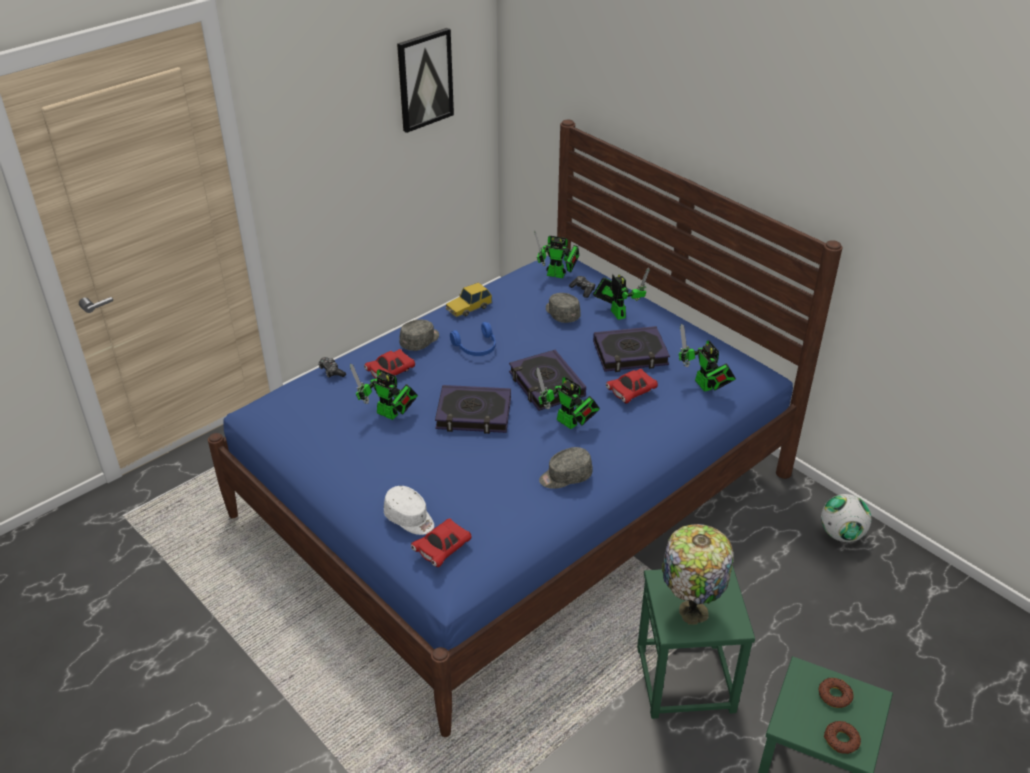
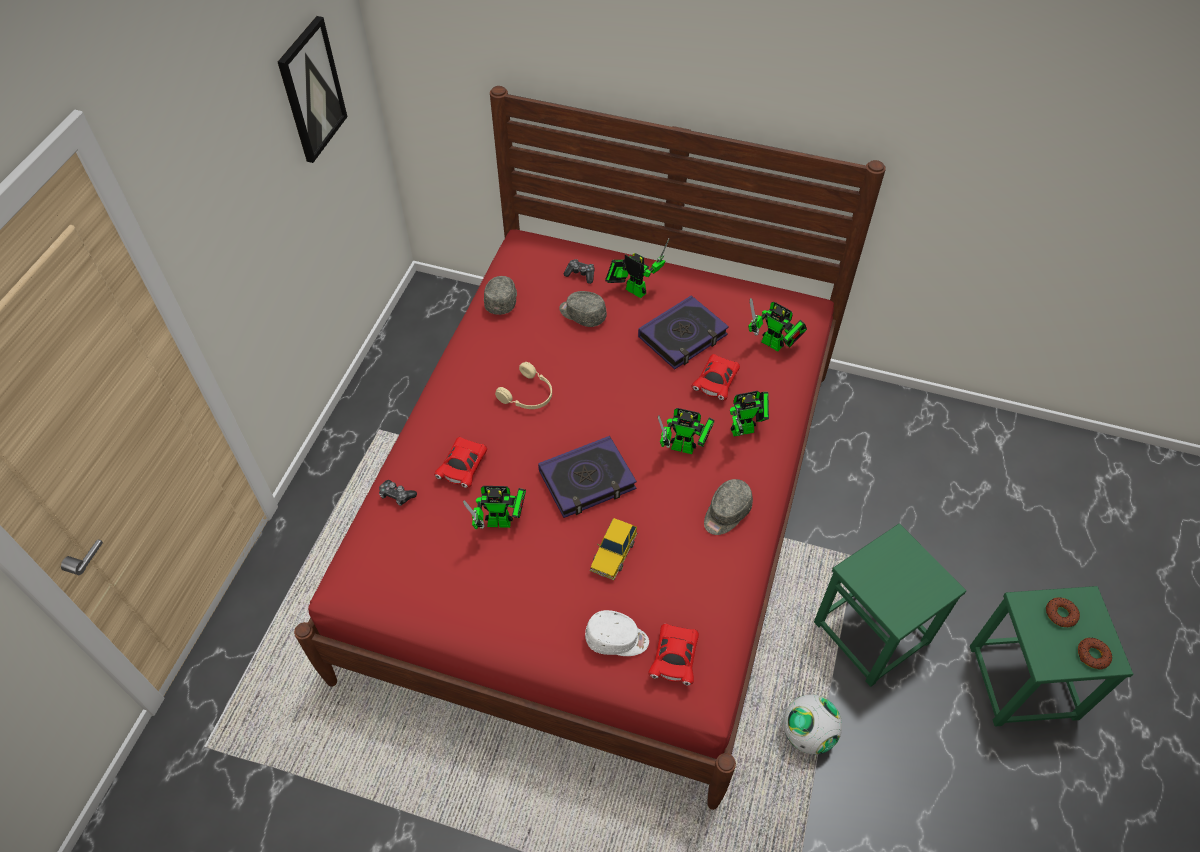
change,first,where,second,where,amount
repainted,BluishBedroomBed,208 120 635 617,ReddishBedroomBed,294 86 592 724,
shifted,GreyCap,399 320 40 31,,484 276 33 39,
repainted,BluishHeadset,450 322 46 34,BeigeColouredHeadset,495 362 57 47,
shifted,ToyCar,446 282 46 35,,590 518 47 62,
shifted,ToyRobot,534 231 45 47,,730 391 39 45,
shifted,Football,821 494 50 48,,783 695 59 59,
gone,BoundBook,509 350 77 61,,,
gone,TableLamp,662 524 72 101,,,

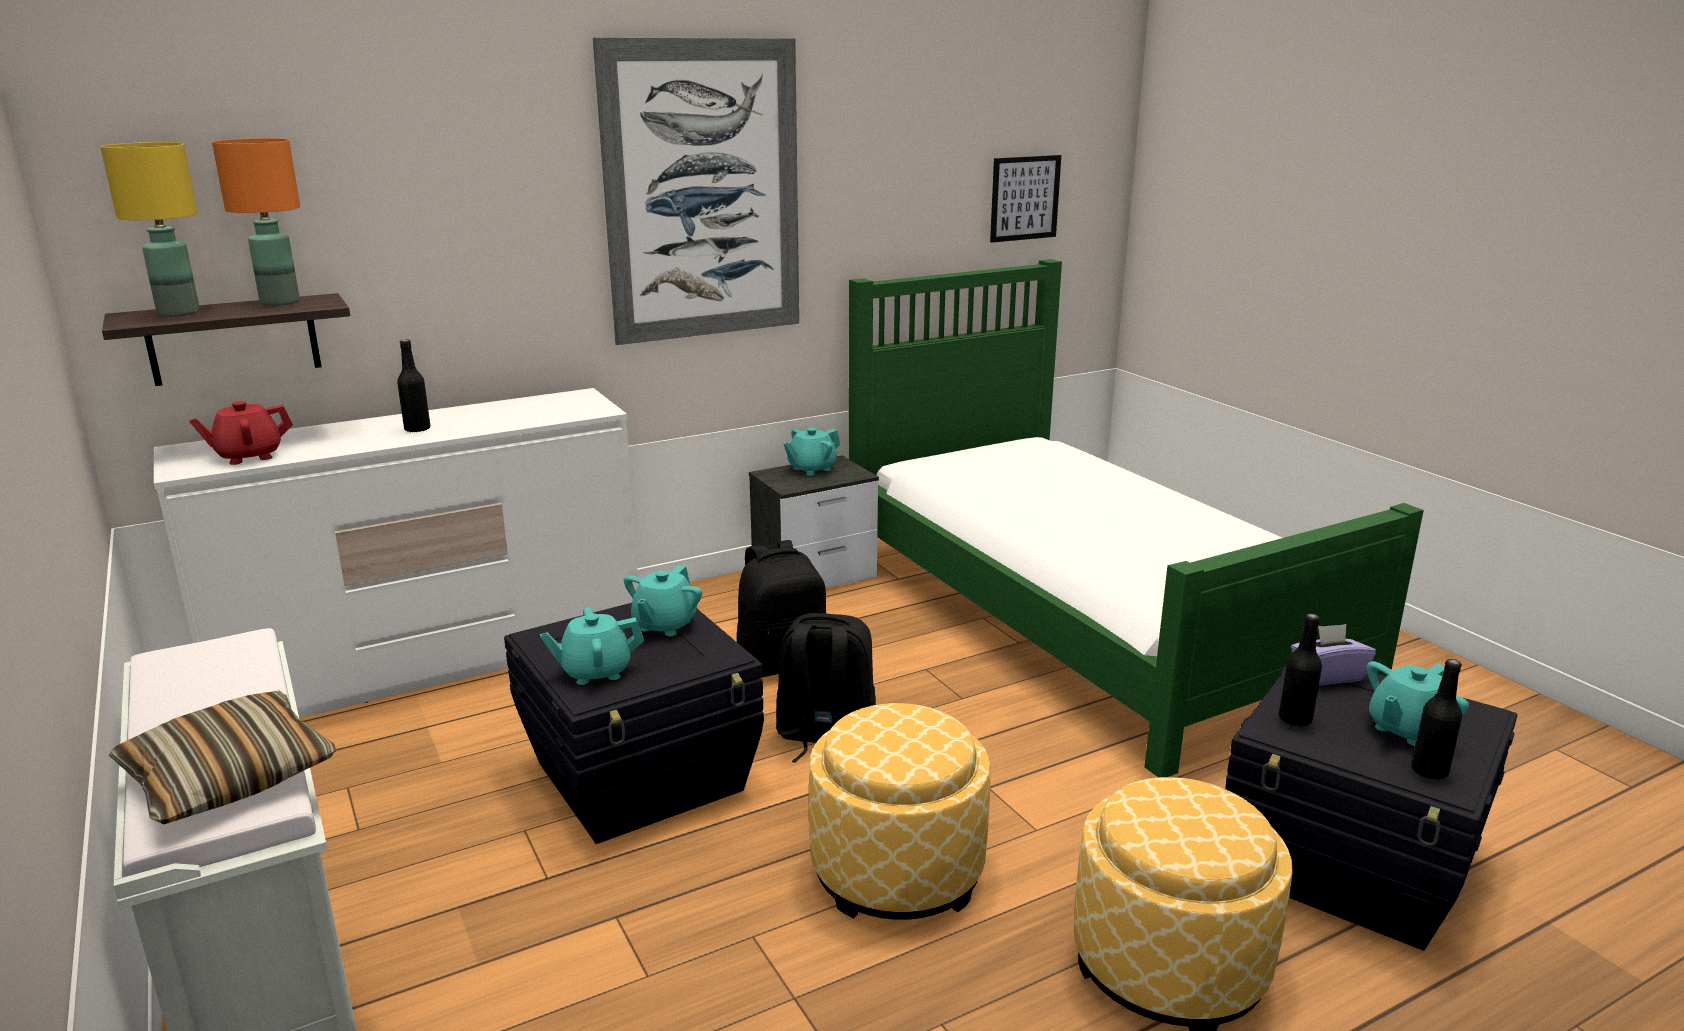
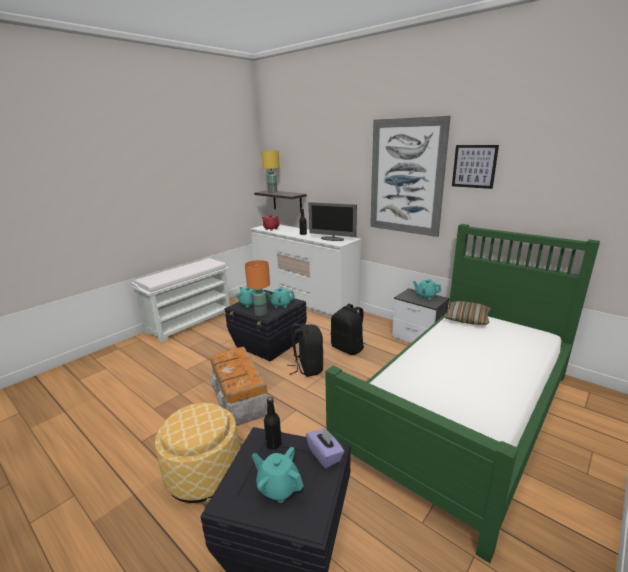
change,first,where,second,where,amount
swapped,Ottoman,809 703 182 217,StorageBin,210 347 58 79,
shifted,OrangeColouredTableLamp,212 138 88 168,,245 260 25 56,
new,,,ComputerScreen,309 202 48 39,
shifted,Cushion,109 690 227 135,,444 301 47 24,
shifted,WallArt,990 155 71 88,,452 145 47 44,
gone,BlackDrinkBottle,1411 659 51 121,,,

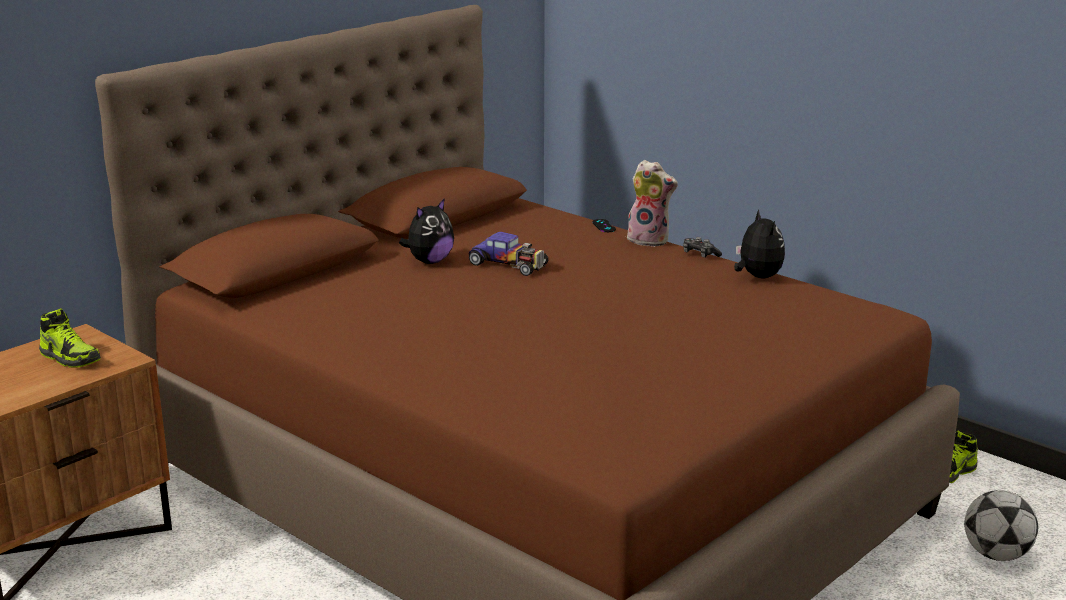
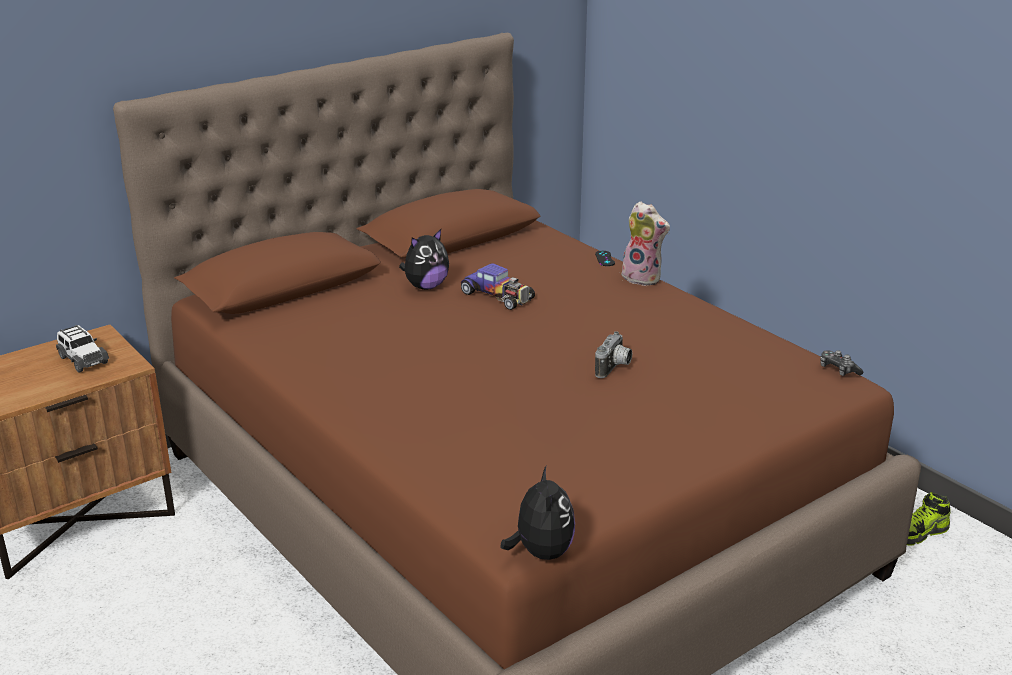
change,first,where,second,where,amount
swapped,Shoe,39 308 62 59,ToyCar,56 325 53 48,
shifted,SoftToy,734 209 51 69,,501 466 74 94,
new,,,StillCamera,595 331 37 47,
shifted,GameController,683 237 39 21,,820 350 43 26,
gone,Football,964 490 74 71,,,

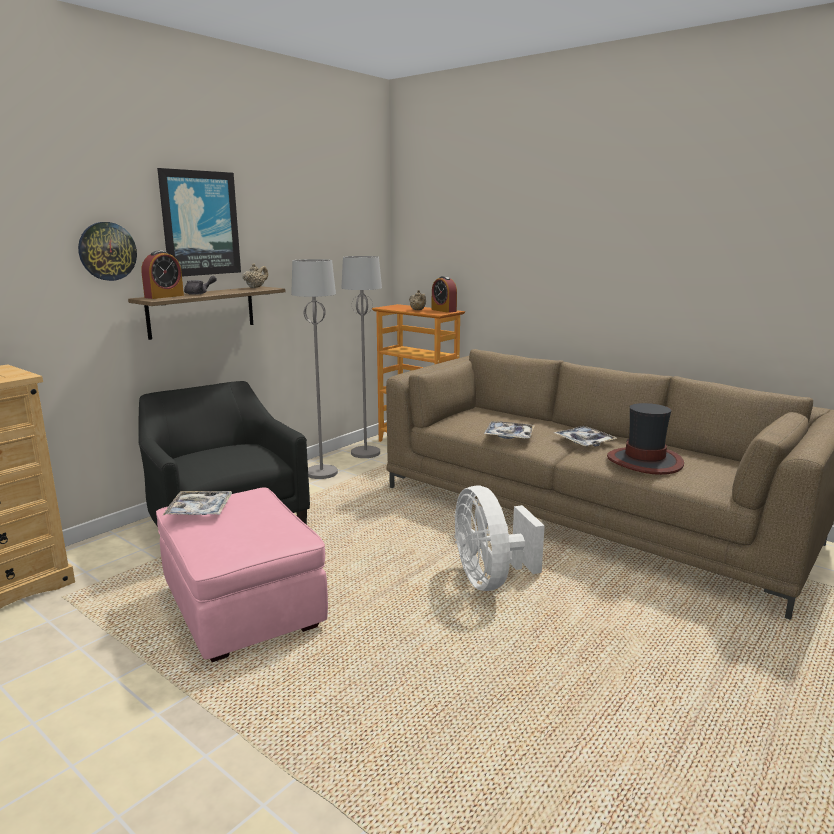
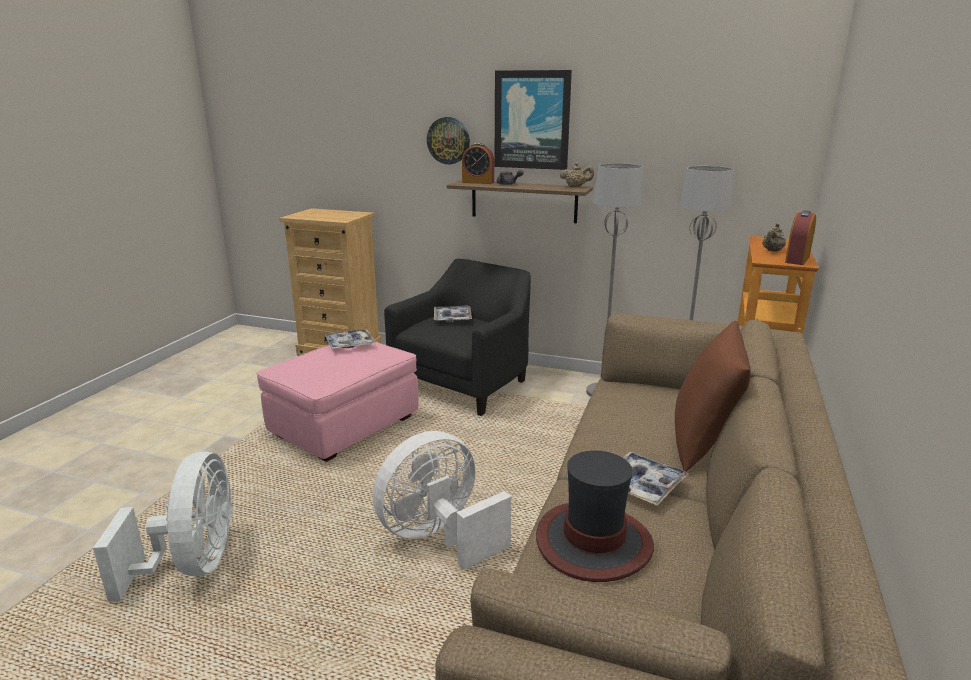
change,first,where,second,where,amount
new,,,WhitishFan,93 451 140 151,
shifted,CarryingTray,484 421 51 18,,434 306 38 17,
new,,,BrownishCushion,675 321 76 151,

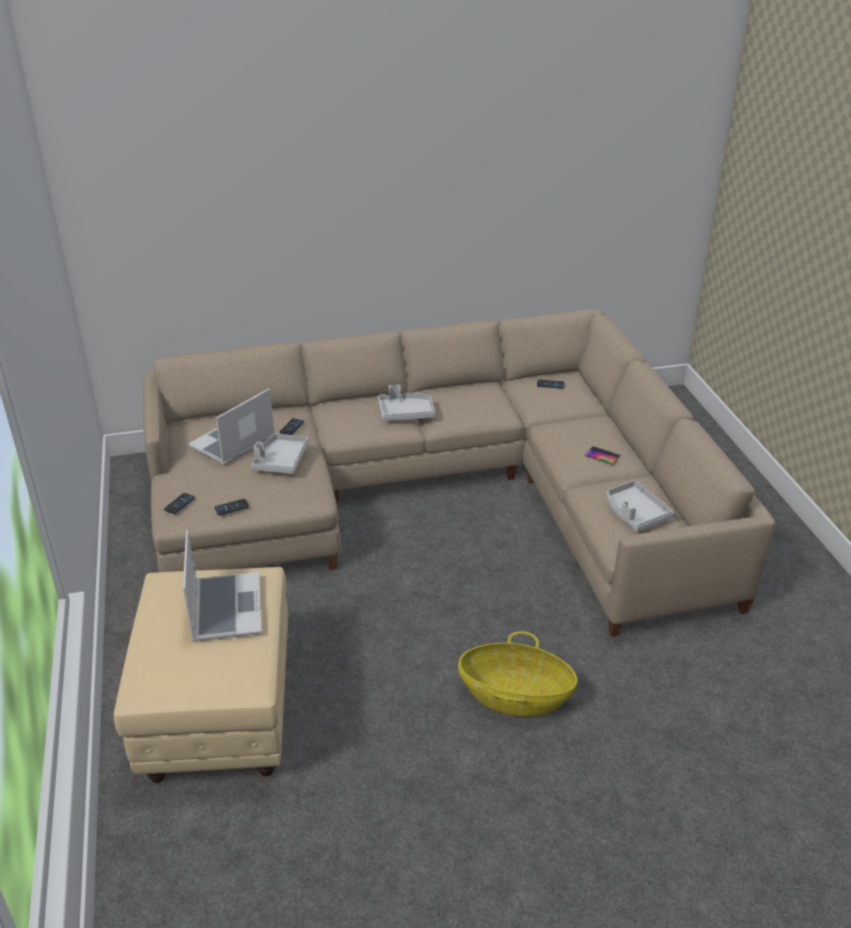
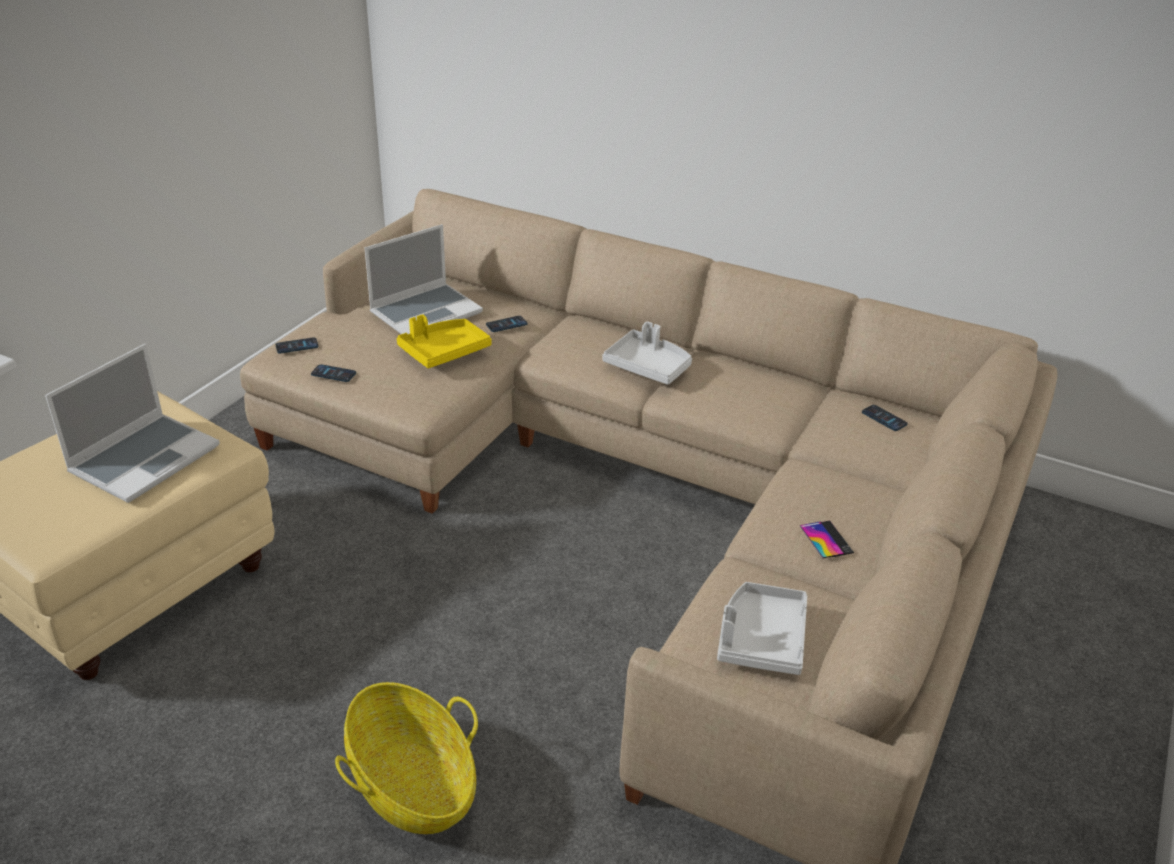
change,first,where,second,where,amount
rotated,NotebookComputer,188 388 87 77,,364 224 119 110,150 degrees clockwise
repainted,GreyCarryingTray,251 434 58 40,YellowishCarryingTray,397 314 95 54,

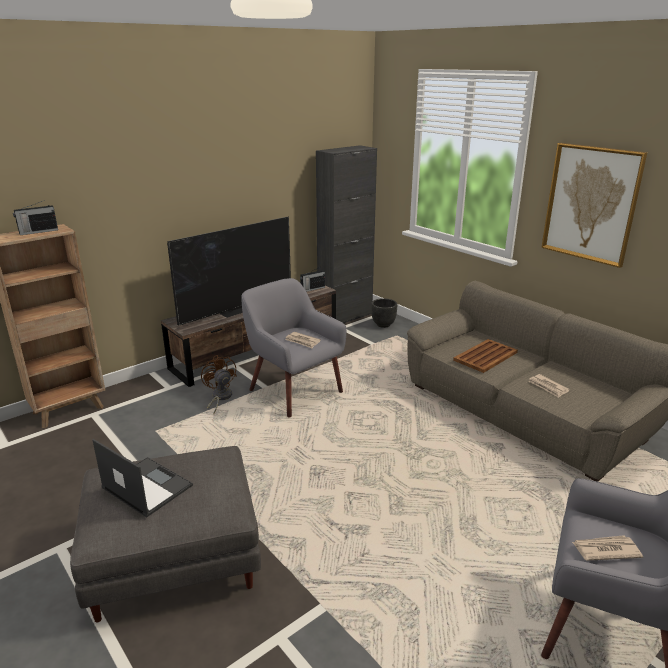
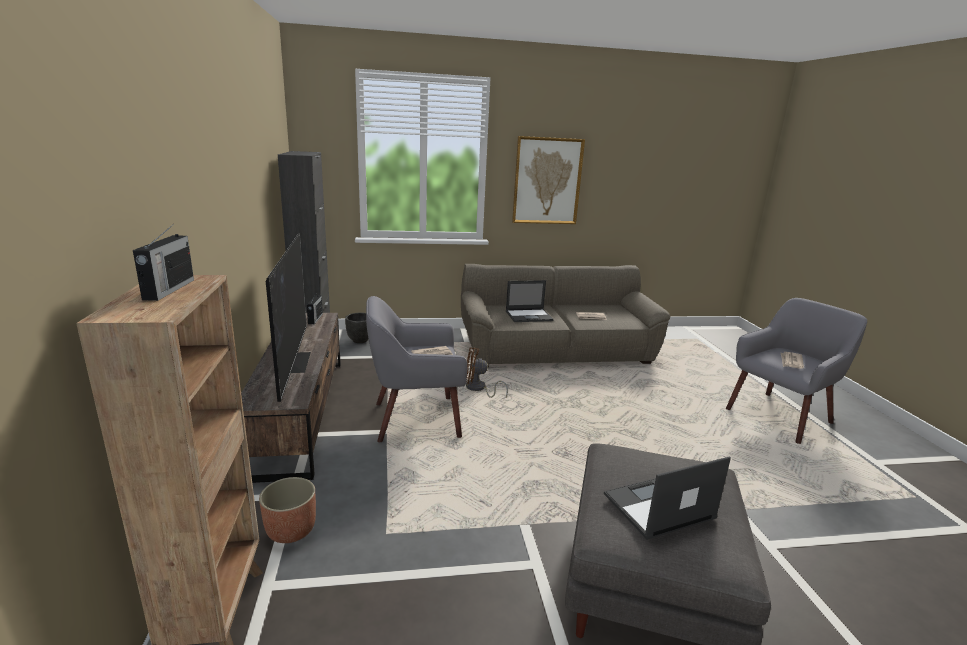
change,first,where,second,where,amount
new,,,Planter,259 477 57 66,
shifted,BrownishFan,201 355 36 59,,466 347 42 51,
swapped,BrownishCarryingTray,453 339 65 34,NotebookComputer,506 280 48 42,

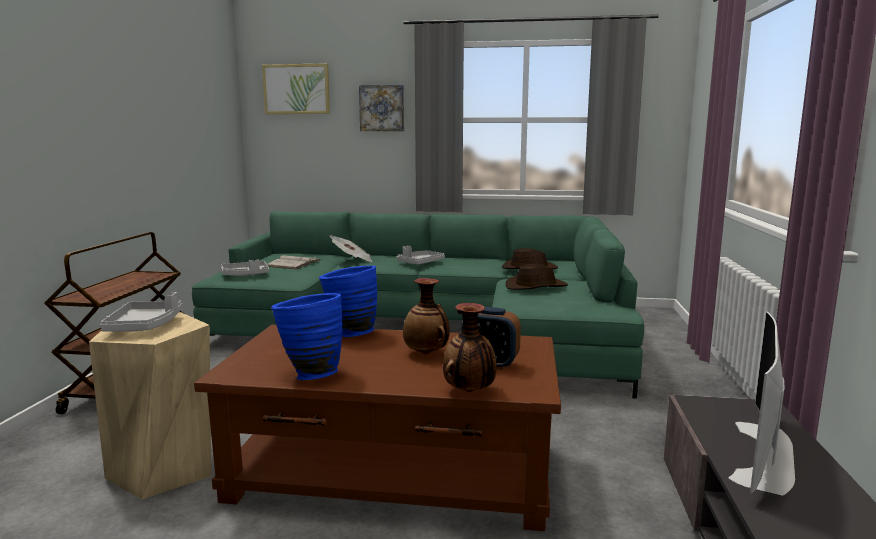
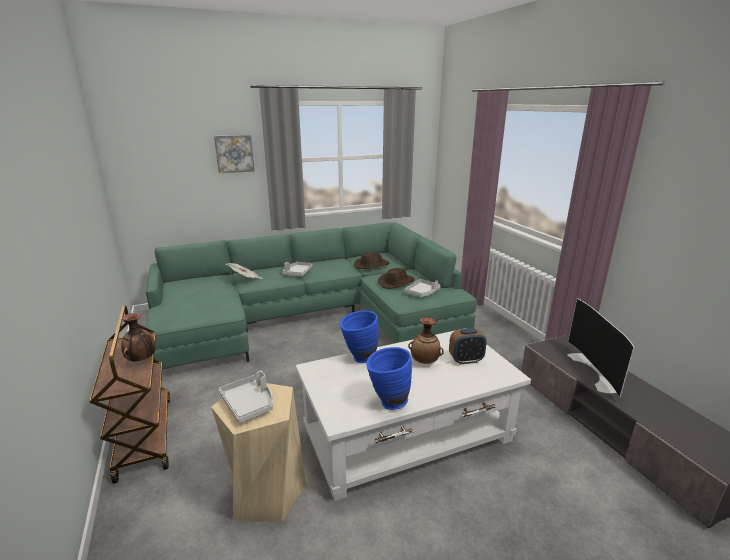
change,first,where,second,where,amount
shifted,FlowerVase,443 303 54 89,,121 313 35 48,
repainted,BrownishLowTable,194 325 367 206,WhitishLowTable,296 328 235 173,
shifted,GreyCarryingTray,221 259 48 17,,404 279 37 18,
gone,WallArt,262 63 68 51,,,
gone,WhitishBoundBook,267 255 53 14,,,

